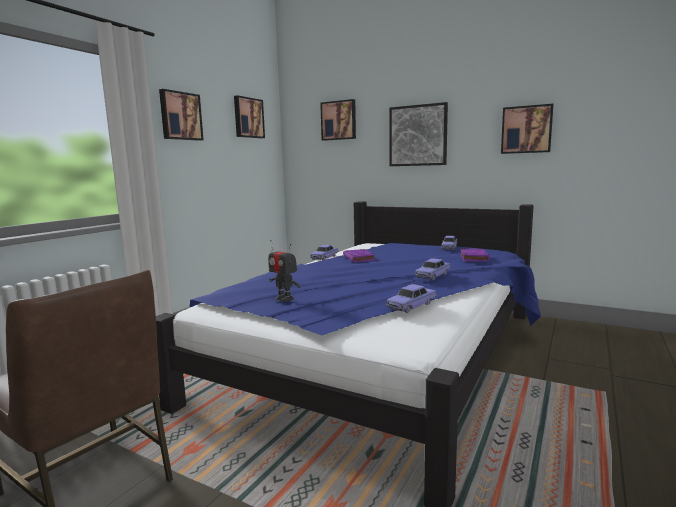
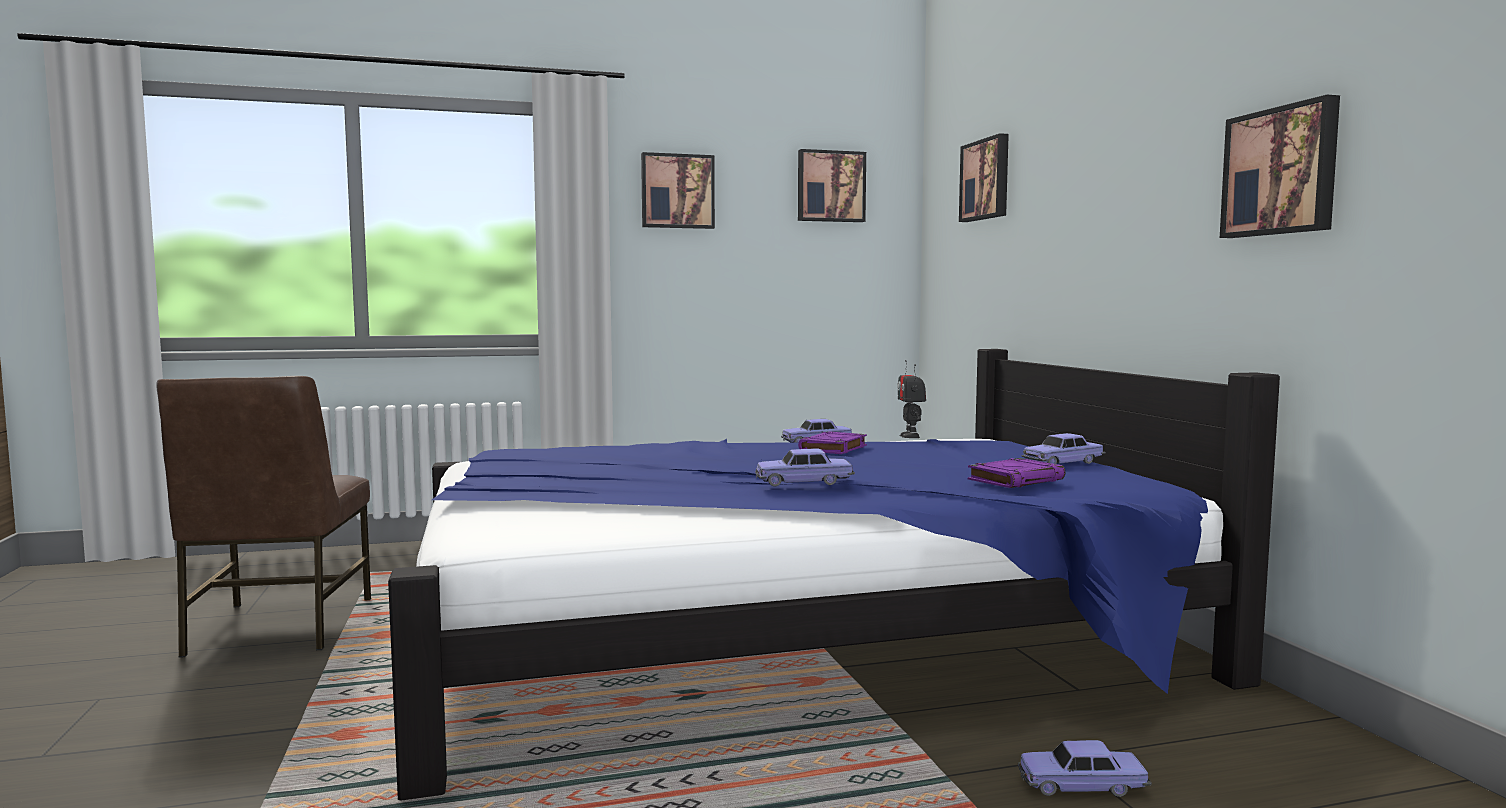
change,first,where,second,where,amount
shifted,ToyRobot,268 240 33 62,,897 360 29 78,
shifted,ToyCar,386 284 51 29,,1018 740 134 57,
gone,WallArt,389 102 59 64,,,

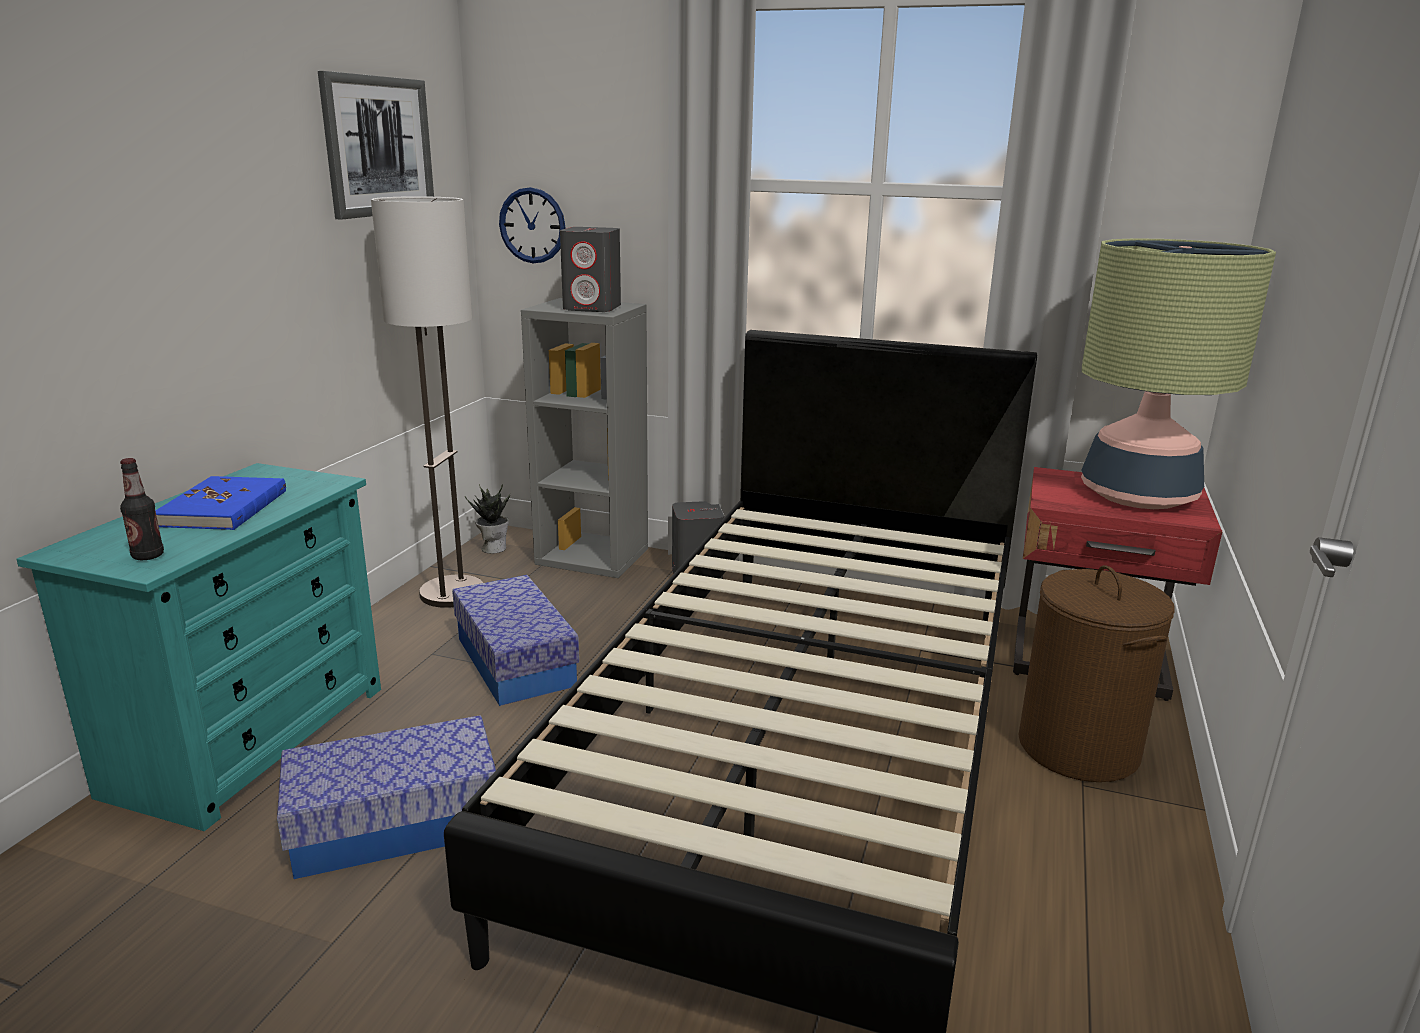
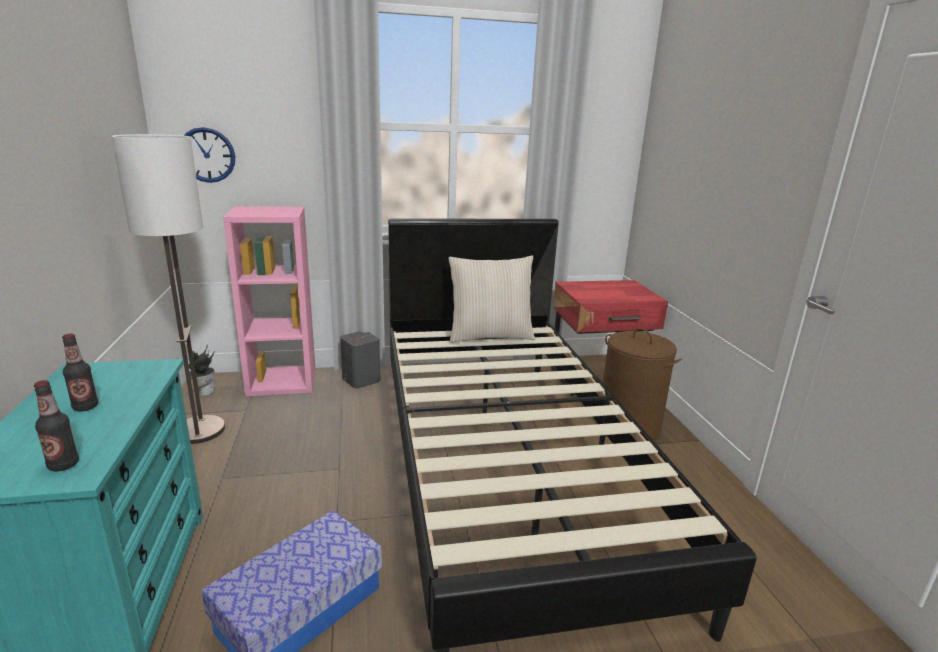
change,first,where,second,where,amount
swapped,BluishBoundBook,155 476 131 54,DrinkBottle,62 334 36 78,
repainted,GreyBookshelf,521 298 127 280,PinkBookshelf,223 206 93 190,
new,,,BeigeColouredCushion,449 255 86 88,
gone,WallArt,318 71 116 148,,,
gone,StorageBin,452 575 127 131,,,
gone,GreySpeaker,560 227 61 85,,,
gone,TableLamp,1081 238 195 271,,,

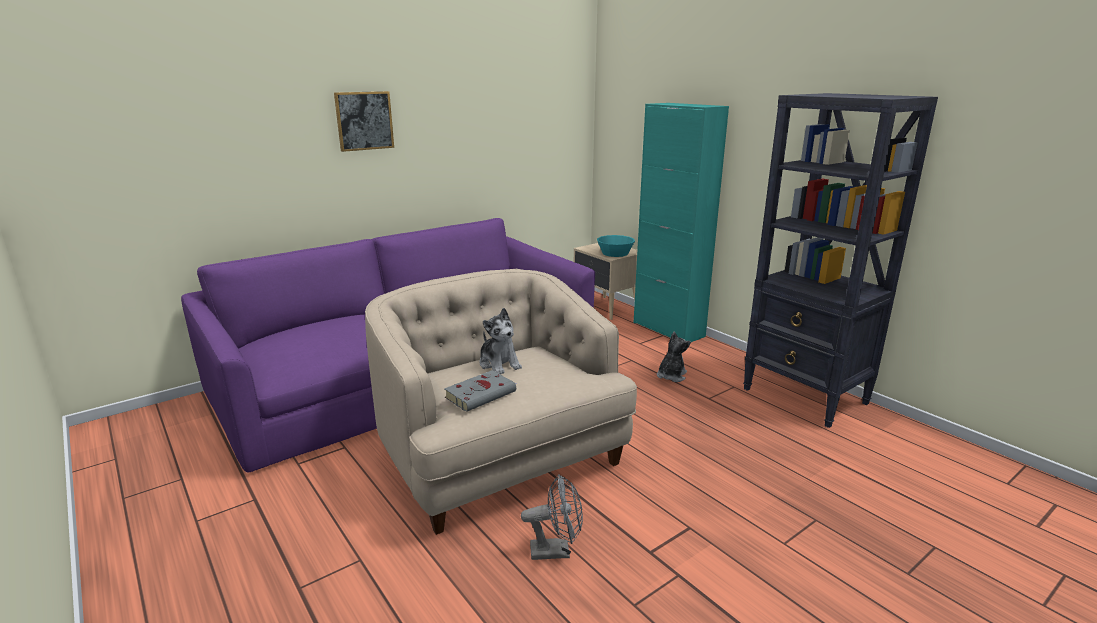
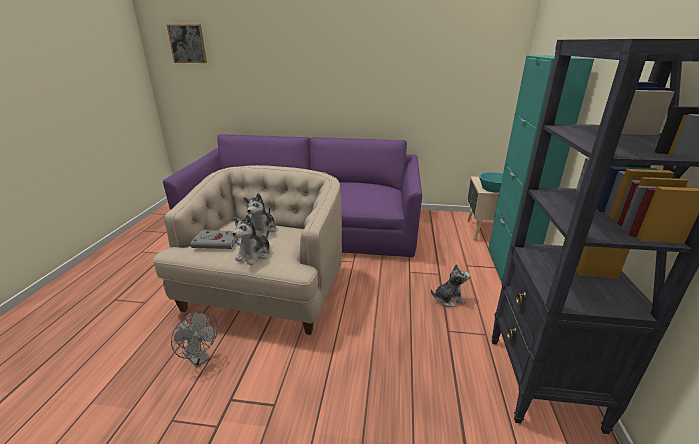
change,first,where,second,where,amount
shifted,WallArt,334 91 60 61,,167 24 40 39,
new,,,SoftToy,232 215 38 51,

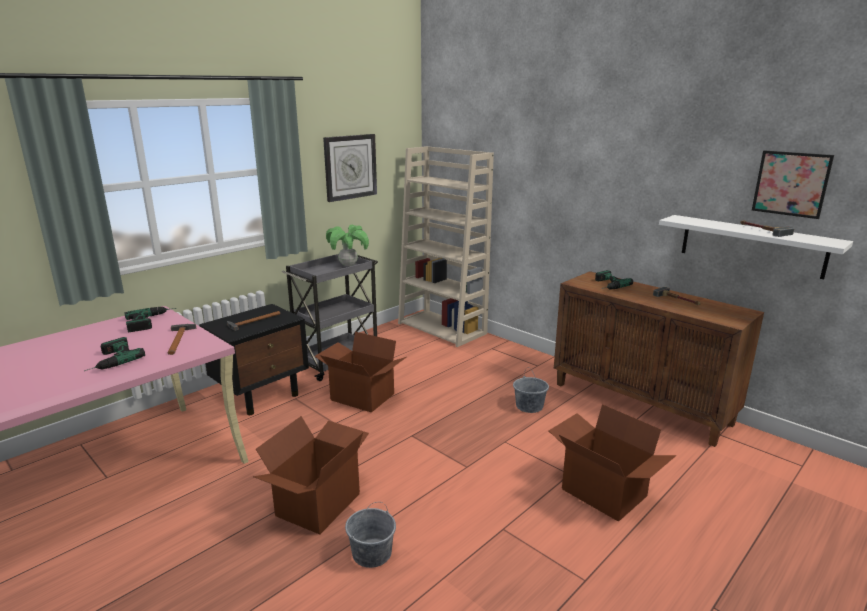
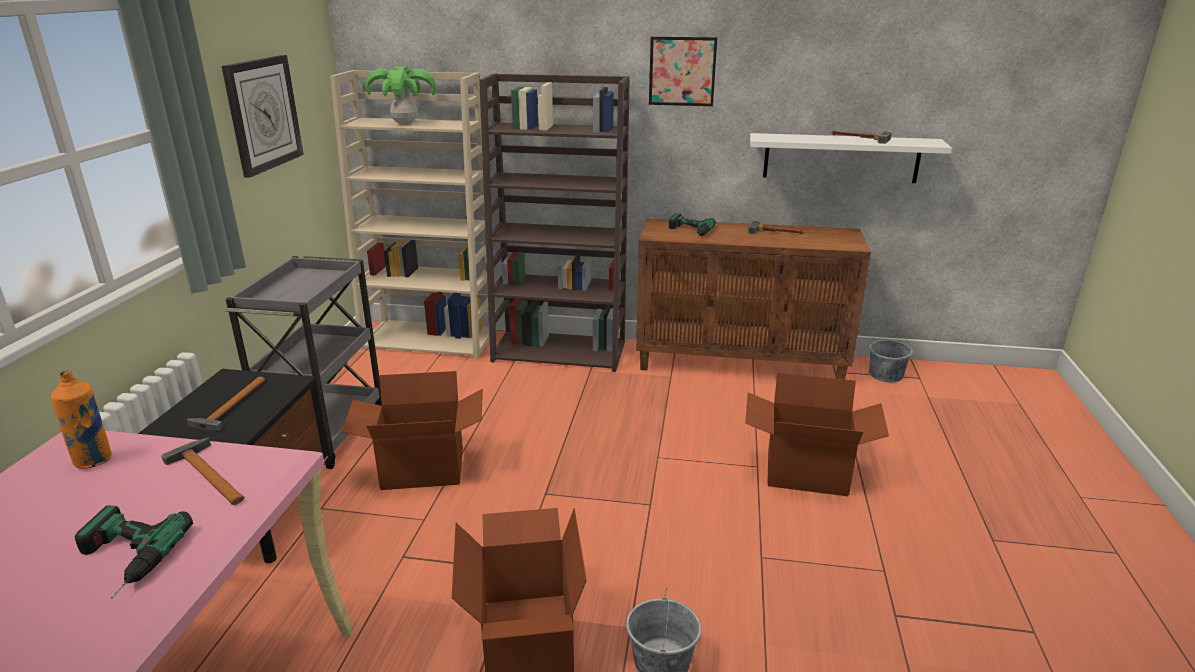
change,first,where,second,where,amount
swapped,Drill,125 307 51 25,OrangeColouredDrinkBottle,51 370 61 99,
shifted,PlantInAPot,326 225 43 41,,365 66 71 59,
new,,,BrownishBookshelf,479 73 151 299,
shifted,WallArt,752 151 82 68,,649 37 68 69,
shifted,GreyBucket,513 368 36 45,,869 329 44 53,

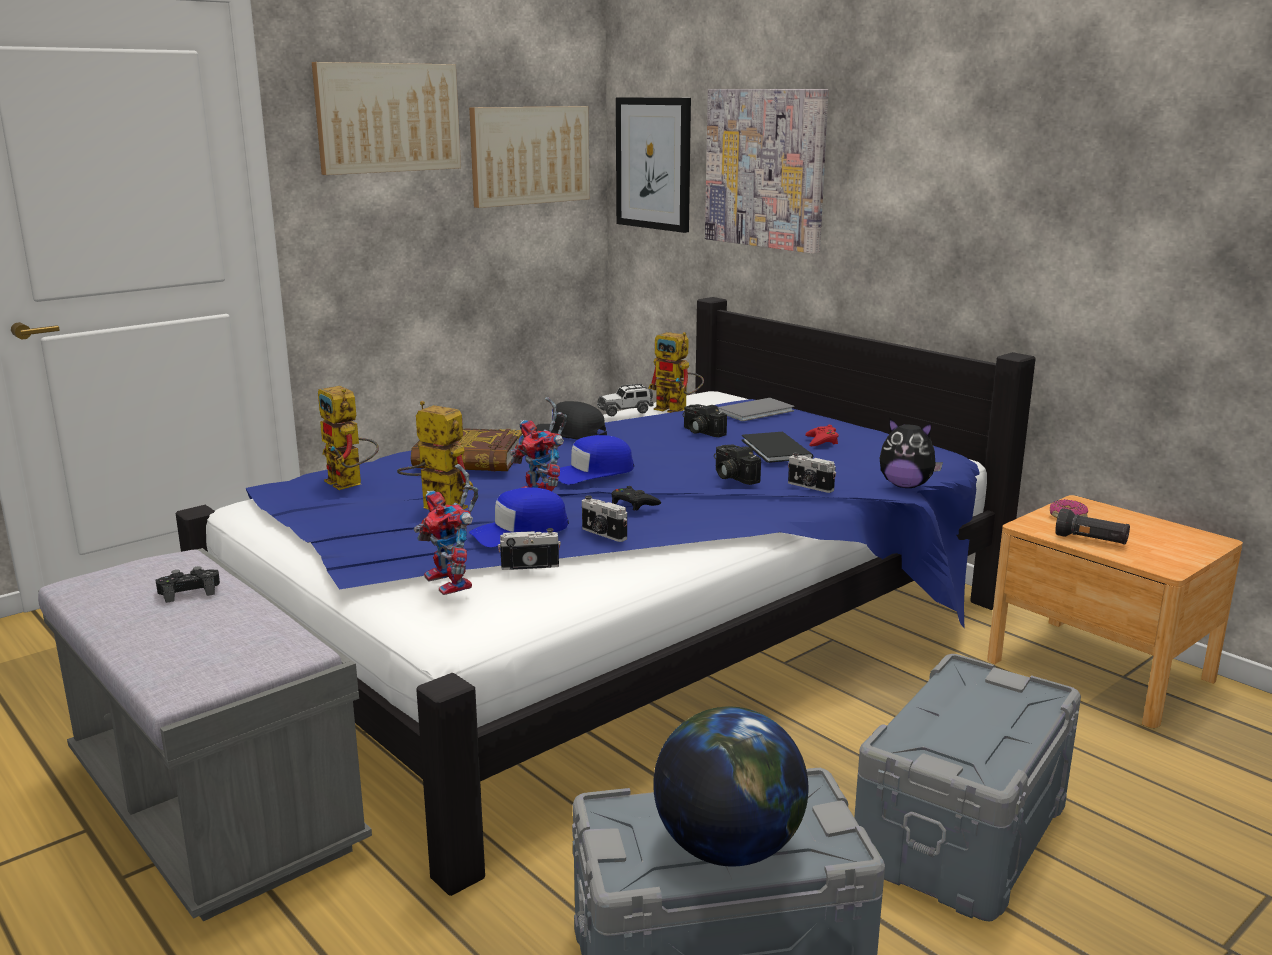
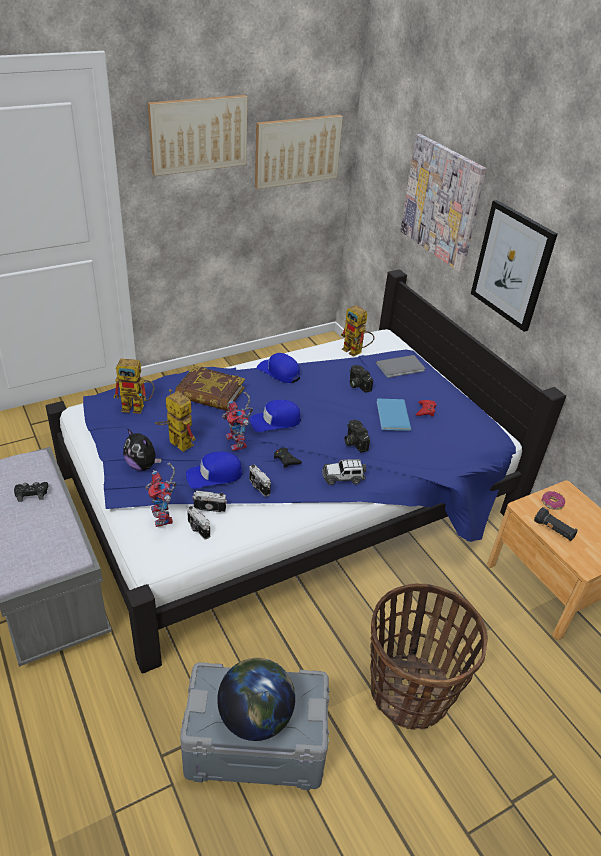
change,first,where,second,where,amount
rotated,ToyRobot,318 386 61 104,,114 359 40 55,60 degrees counterclockwise
shifted,SoftToy,880 418 63 70,,123 428 38 43,
shifted,StillCamera,788 453 48 40,,187 506 23 34,
repainted,BlackCap,536 401 71 38,BluishCap,257 353 43 30,
shifted,ToyCar,597 383 57 33,,322 459 44 26,
swapped,GreyStorageBin,854 654 227 267,Basket,370 584 118 146,
repainted,BlackBoundBook,741 432 72 31,BluishBoundBook,377 399 34 32,
shifted,WallArt,616 97 75 136,,471 200 86 132,

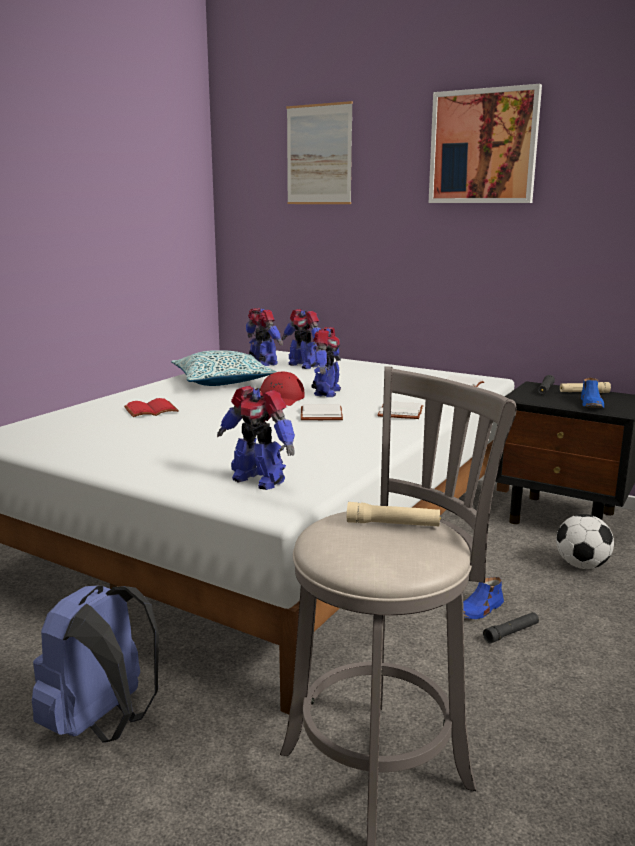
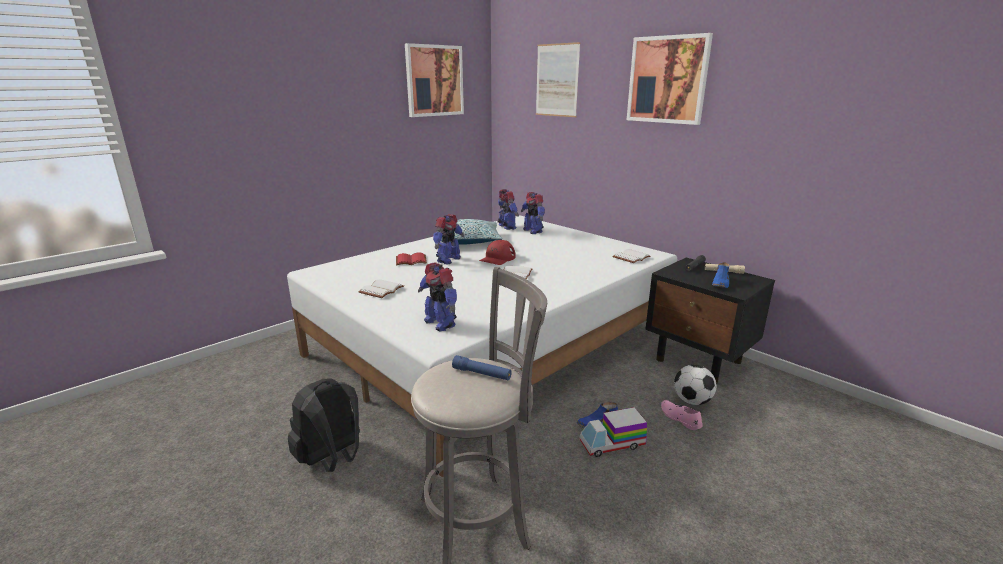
change,first,where,second,where,amount
repainted,BluishKnapsack,32 585 127 158,BlackKnapsack,288 378 72 94,
shifted,WhitishBoundBook,377 401 47 18,,359 279 45 19,
new,,,WallArt,405 43 59 74,
shifted,ToyRobot,311 327 30 70,,433 214 31 50,
repainted,BeigeColouredTorch,347 502 94 24,BluishTorch,452 355 60 25,
swapped,BlackTorch,483 612 56 31,ModelTruck,580 407 67 50,
new,,,PinkShoe,661 400 41 30,

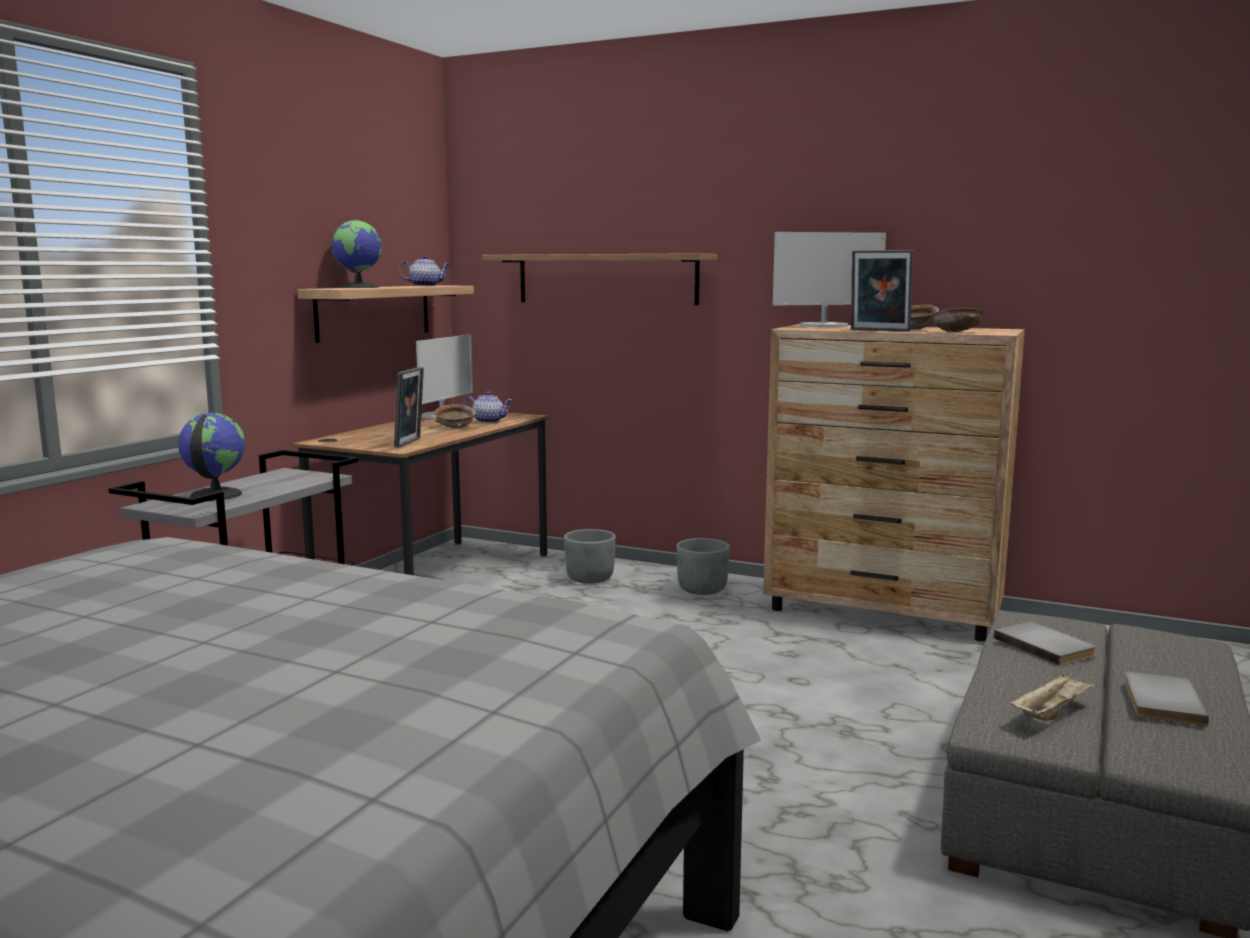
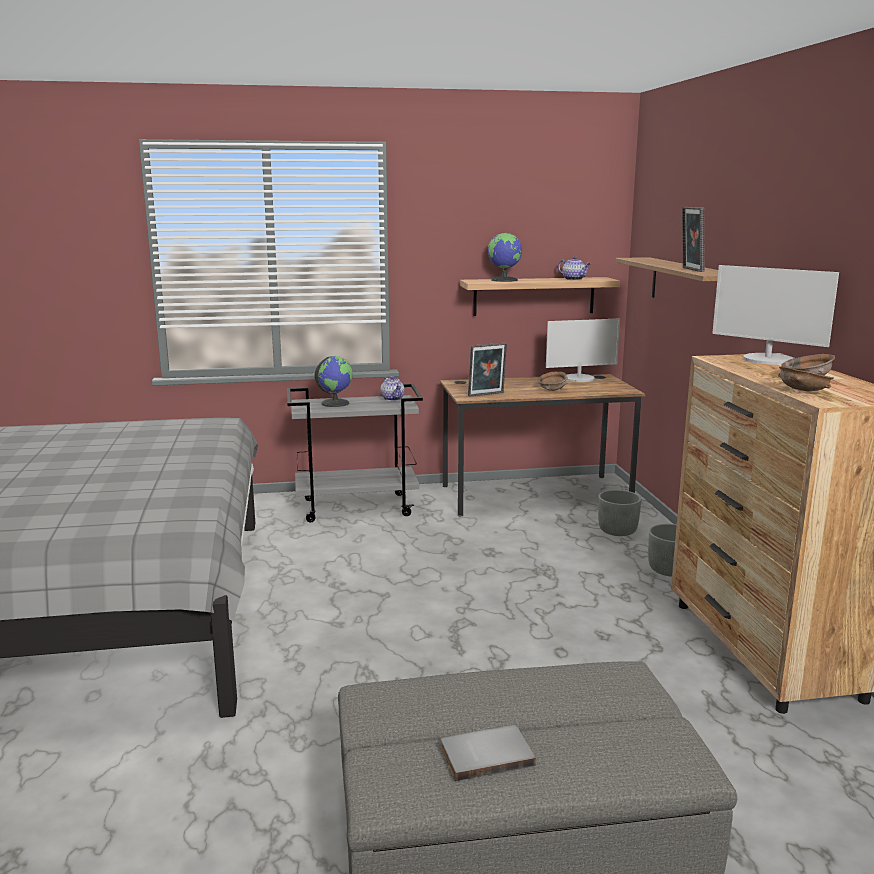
change,first,where,second,where,amount
shifted,PotForTea,463 391 50 32,,380 376 25 25,
shifted,PictureFrame,851 250 62 82,,682 207 23 65,
gone,GreyBoundBook,994 621 102 45,,,
gone,BeigeColouredCarryingTray,1010 672 87 49,,,

